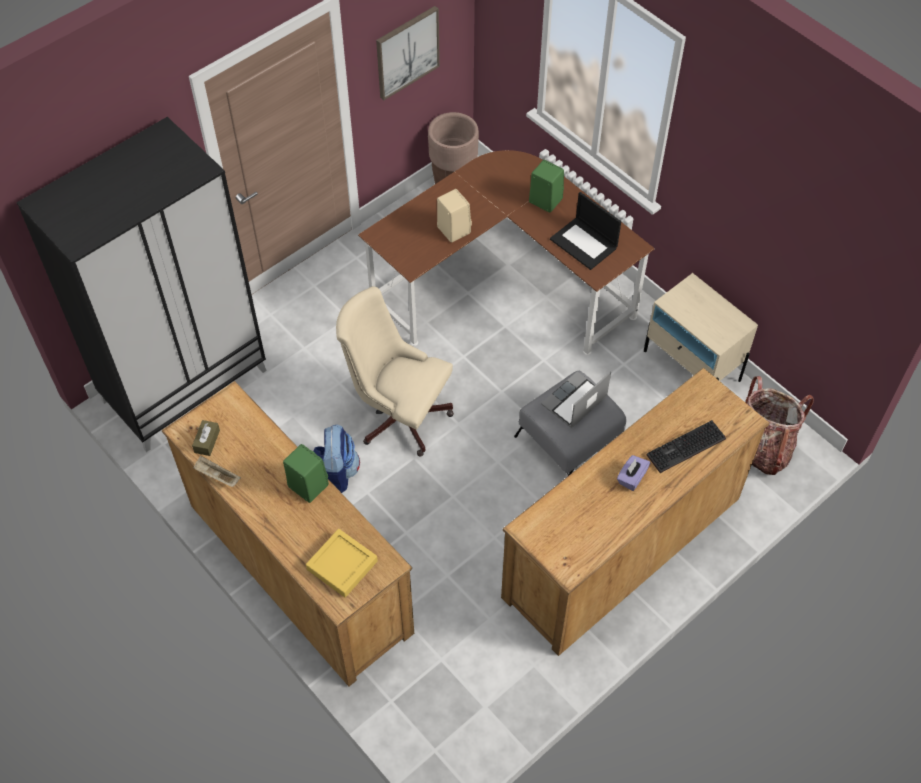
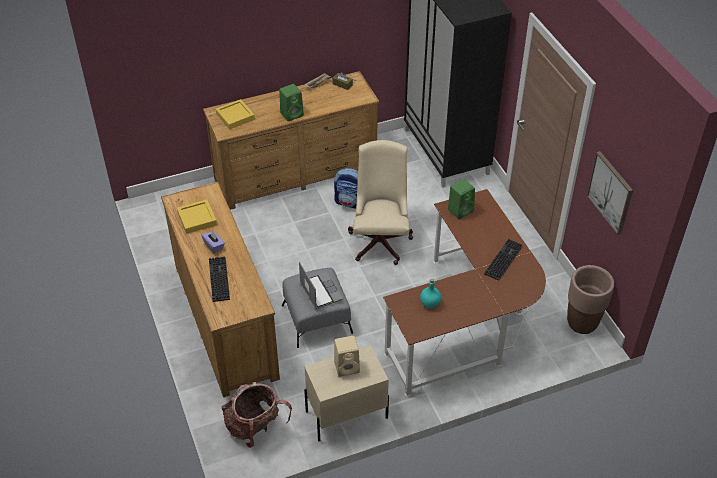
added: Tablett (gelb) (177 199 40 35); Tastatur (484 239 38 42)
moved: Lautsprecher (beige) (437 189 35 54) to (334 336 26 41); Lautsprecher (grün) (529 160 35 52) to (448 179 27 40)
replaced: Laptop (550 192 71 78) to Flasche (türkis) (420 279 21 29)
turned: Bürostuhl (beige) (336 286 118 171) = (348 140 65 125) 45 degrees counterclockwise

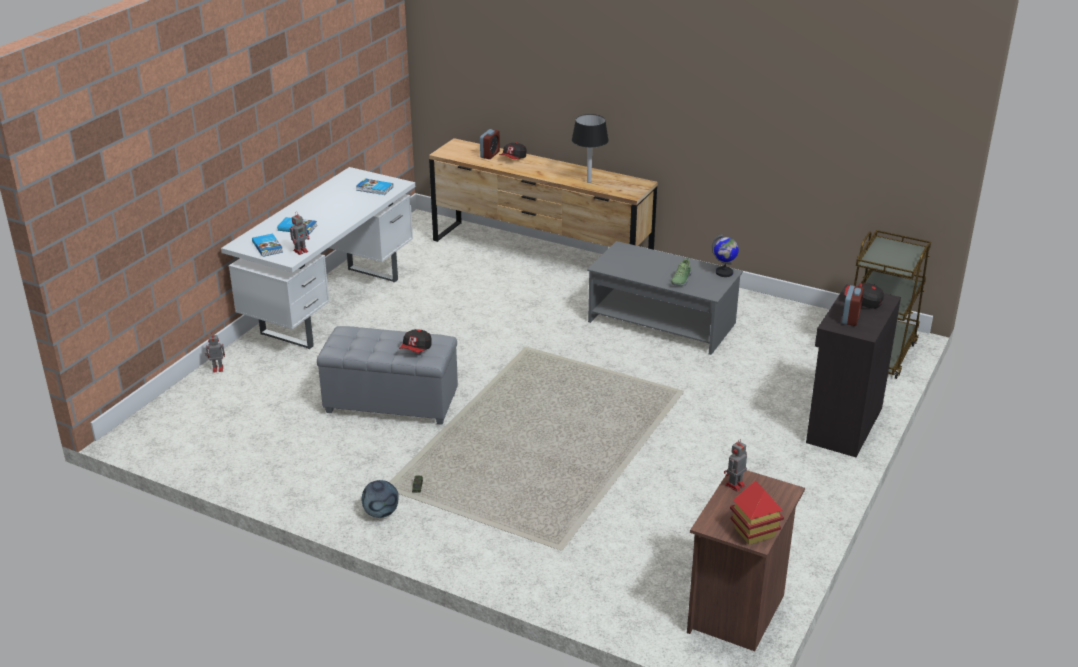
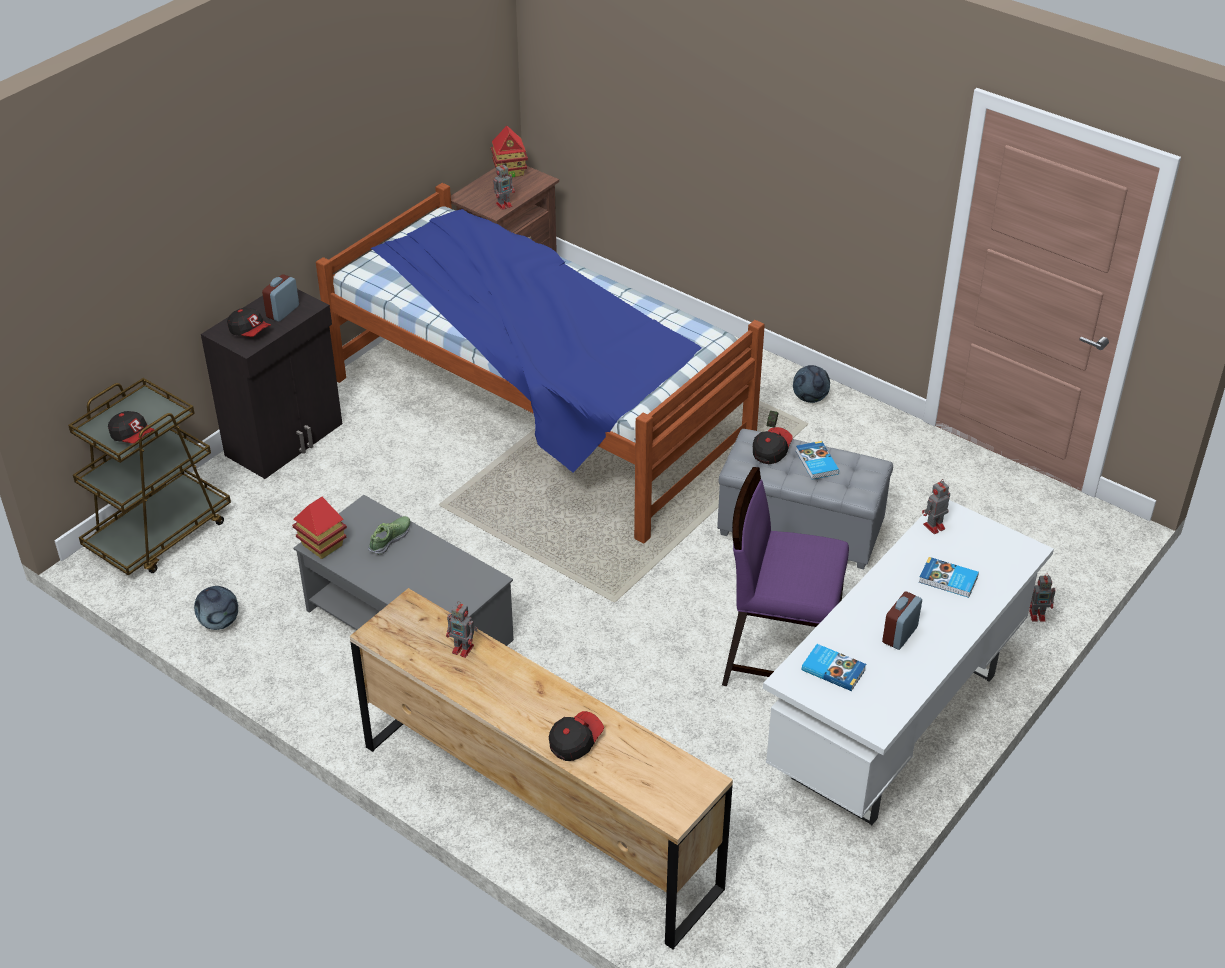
added: Kappe (108 411 47 32); Fußball (194 586 44 44); Bett (316 183 449 360); Stuhl (lila) (722 467 127 219)
moved: Buch (252 233 31 24) to (796 441 43 39); Wecker (480 129 20 30) to (882 591 40 59)
replaced: Tischlampe (schwarz) (572 114 37 69) to Spielzeugroboter (446 601 32 57); Globus (712 234 27 43) to Spielzeughaus (292 497 55 62)

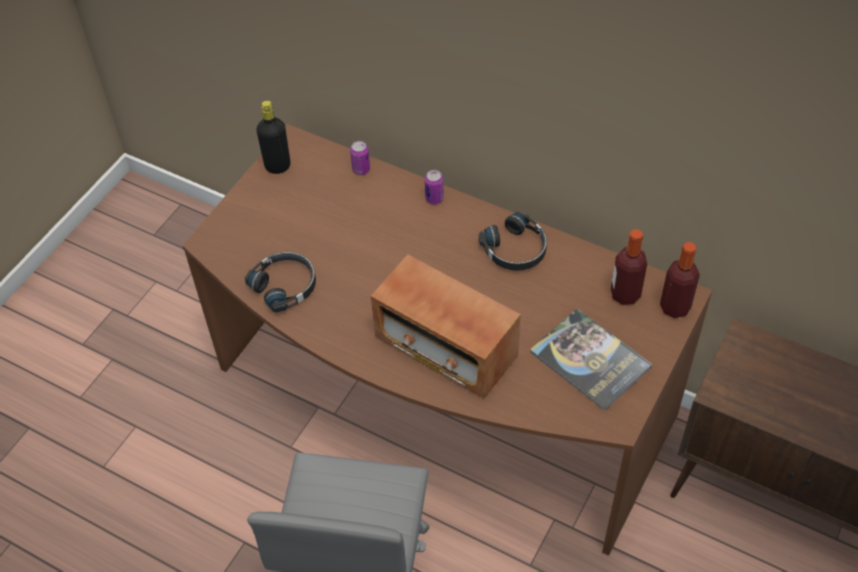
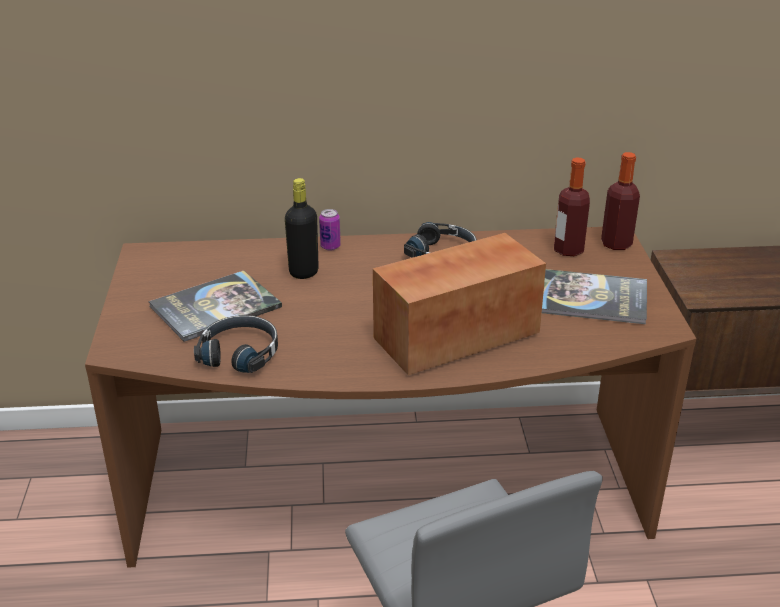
removed: Dose (350 141 20 34)
added: Buch (148 271 134 71)
moved: Flasche (schwarz) (256 101 35 73) to (285 178 34 101)
turned: Radio (371 254 150 145) = (373 233 173 142) 150 degrees clockwise

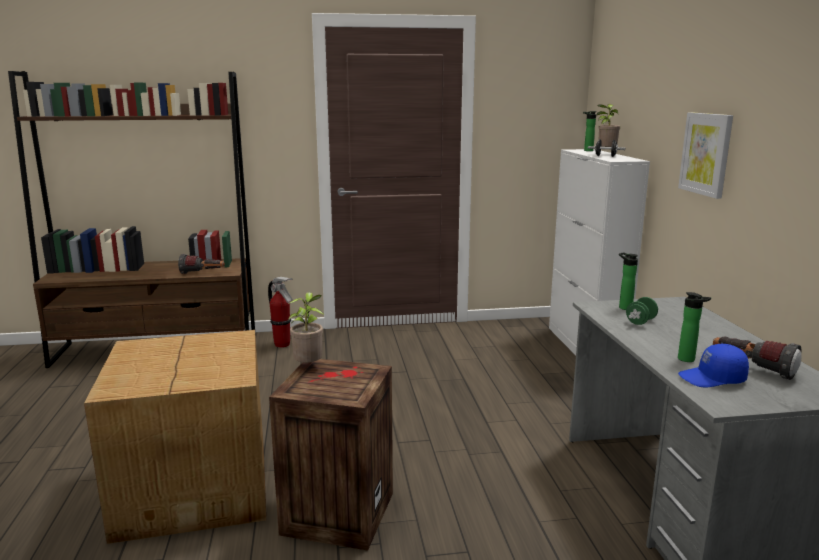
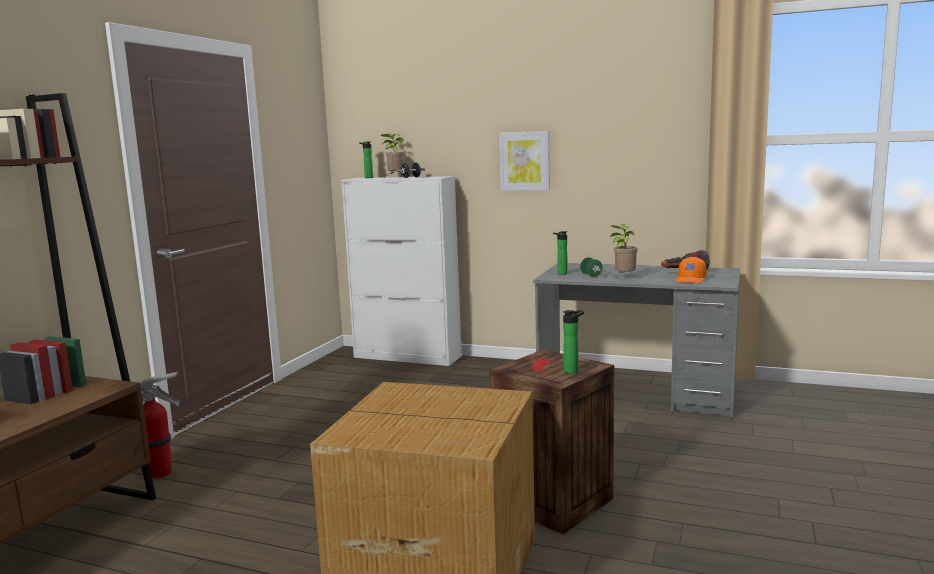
removed: Taschenlampe (178 254 47 20)
moved: Topfpflanze (288 292 35 71) to (611 224 27 53); Flasche (678 292 33 70) to (563 310 21 63)
recoloured: Kappe (blau) (678 344 71 43) to Kappe (orange) (676 257 31 26)

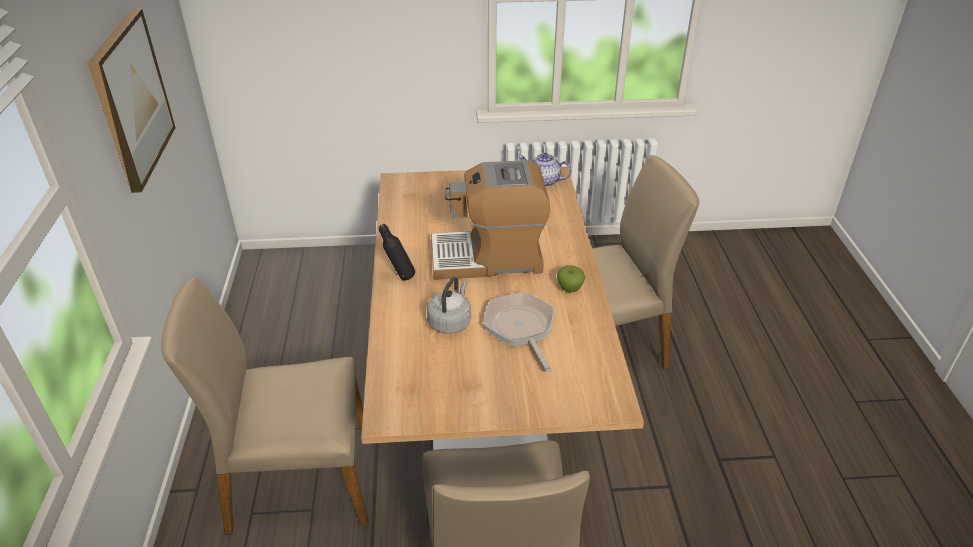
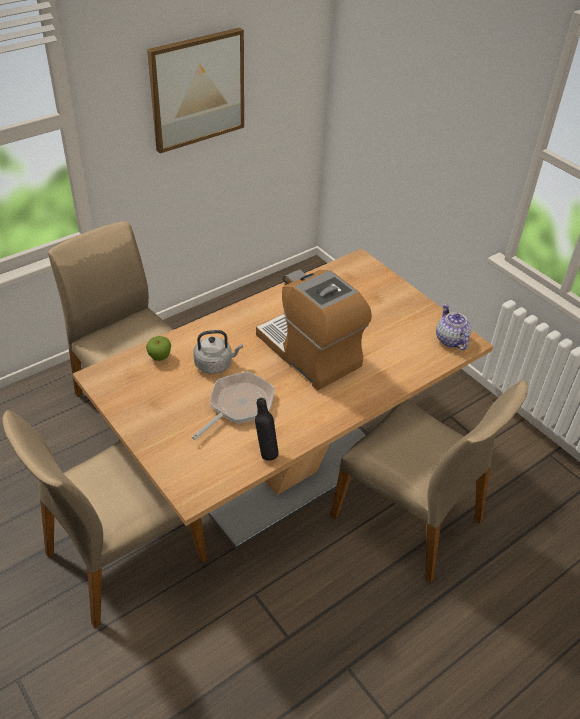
moved: Flasche (schwarz) (379 224 36 56) to (255 398 24 63); Apfel (557 265 28 27) to (146 336 25 25)

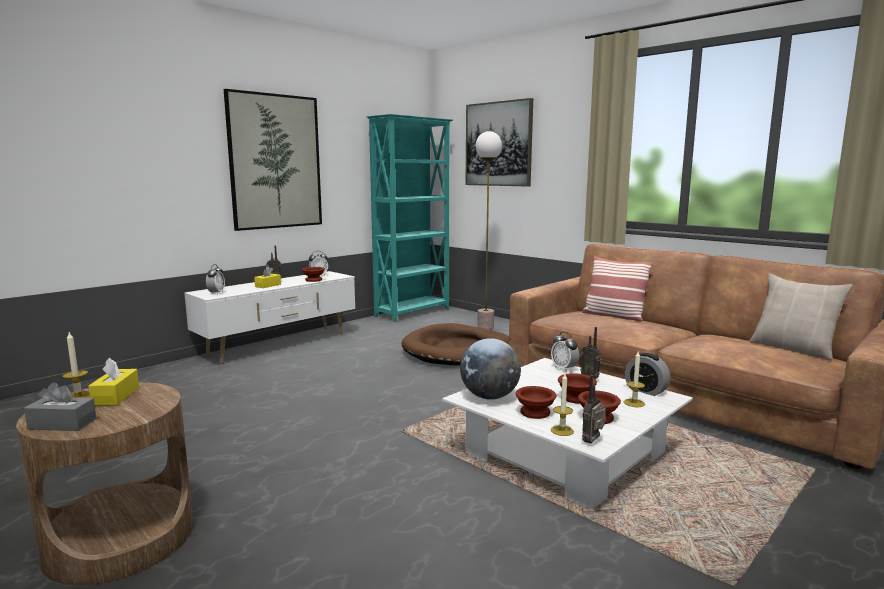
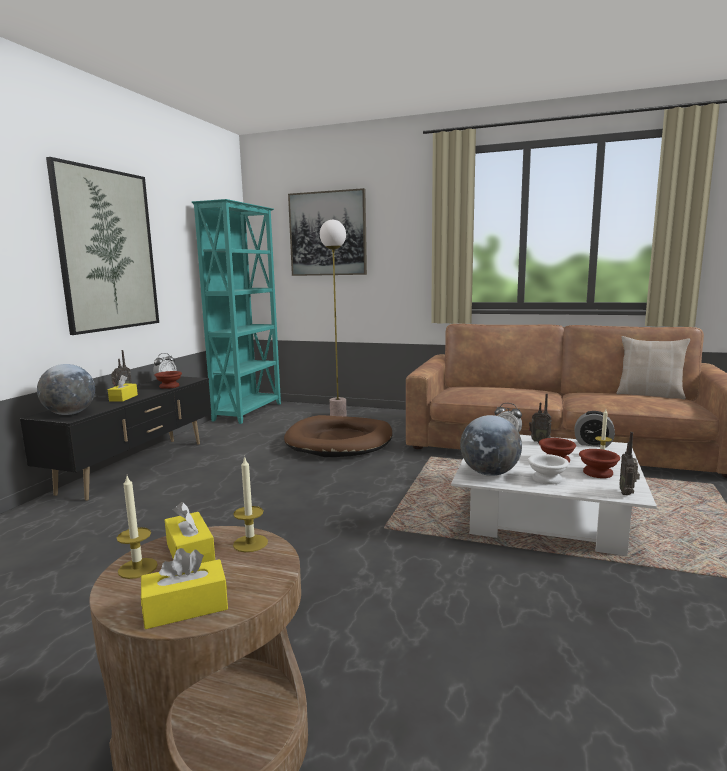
removed: Kissen (582 256 71 66)
moved: Kerze (551 374 23 62) to (233 456 35 96)
replaced: Wecker (206 264 19 30) to Globus (37 364 58 51)
recoloured: Taschentuchbox (grau) (24 382 73 49) to Taschentuchbox (gelb) (141 548 87 81); Fernsehschrank (weiß) (184 271 171 93) to Fernsehschrank (schwarz) (20 377 191 124); Schüssel (braun) (516 386 41 33) to Schüssel (weiß) (528 454 41 31)

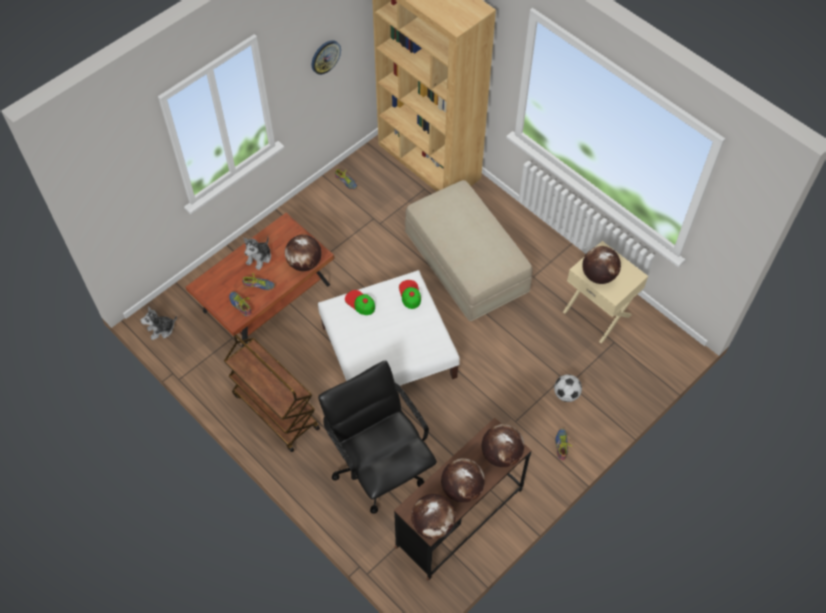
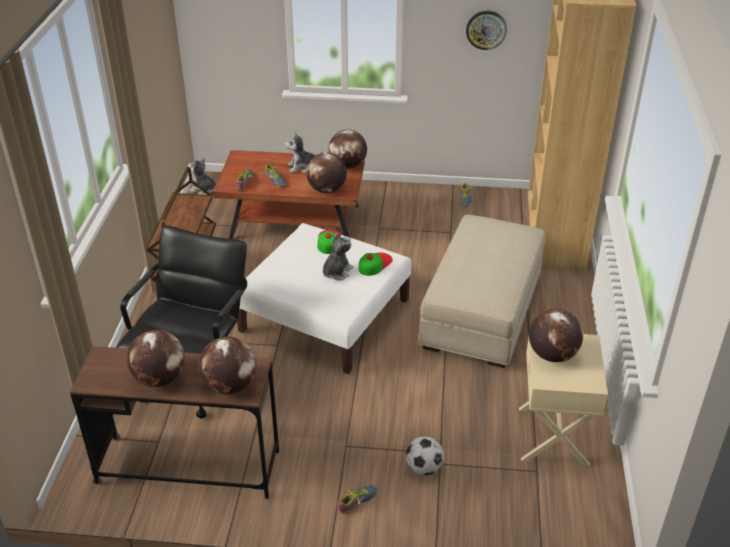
added: Plüschtier (322 233 31 48)
moved: Globus (411 494 45 45) to (328 129 39 40)

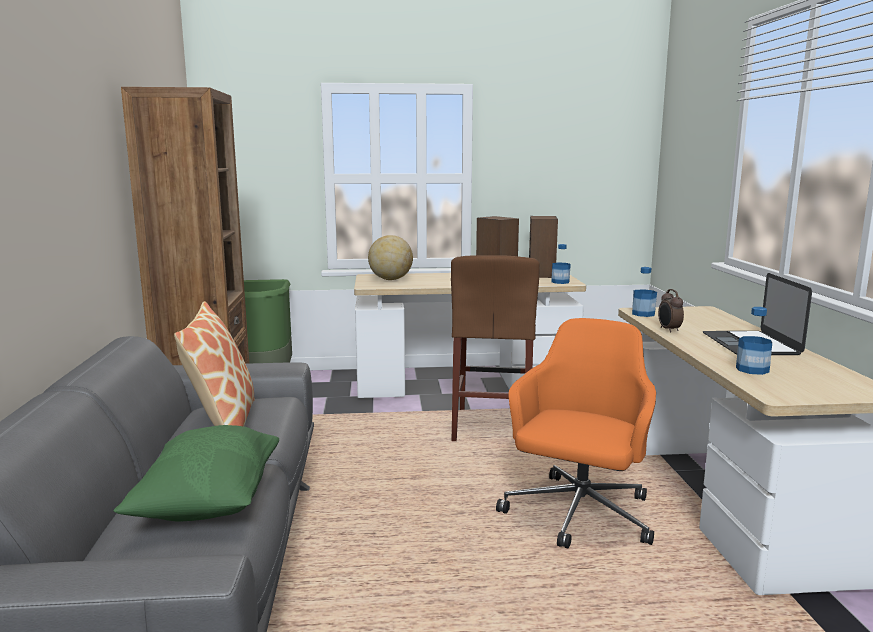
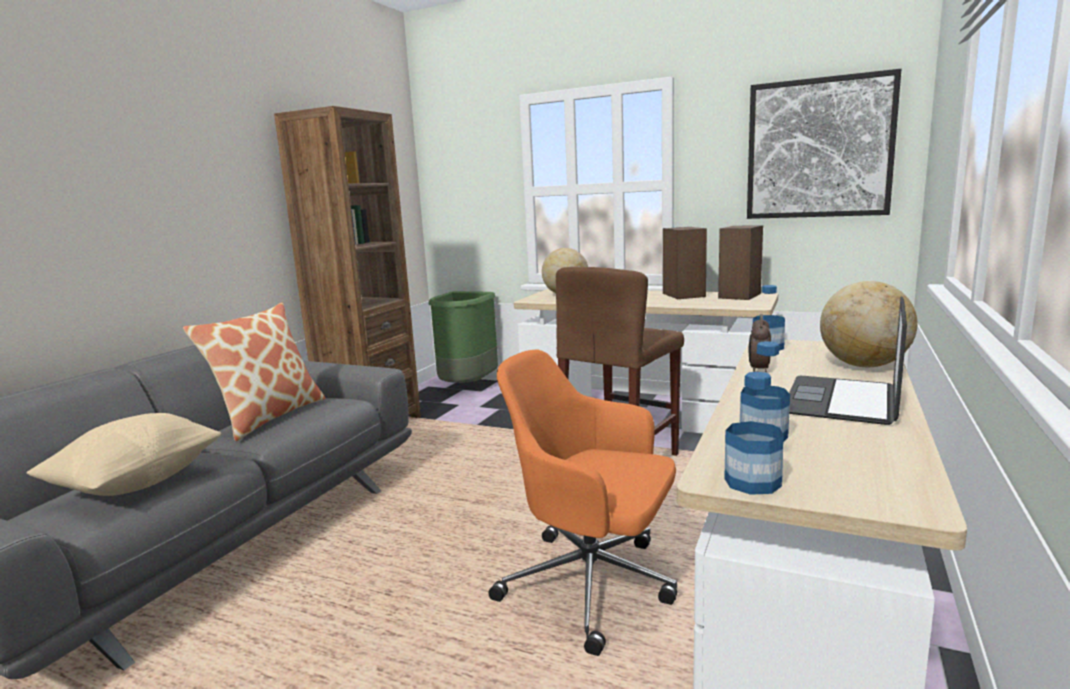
added: Bild (747 69 154 150); Globus (820 281 98 86)
moved: Flasche (551 244 20 40) to (724 372 60 123)
recoloured: Kissen (grün) (113 425 166 96) to Kissen (beige) (27 413 194 83)
turned: Bürostuhl (orange) (496 318 160 230) = (488 349 189 307) 120 degrees counterclockwise

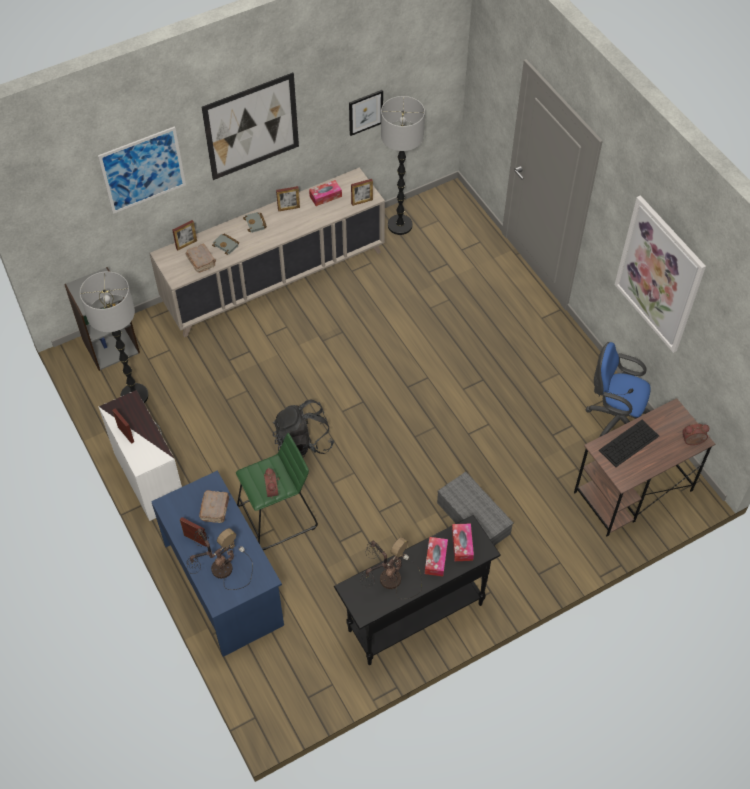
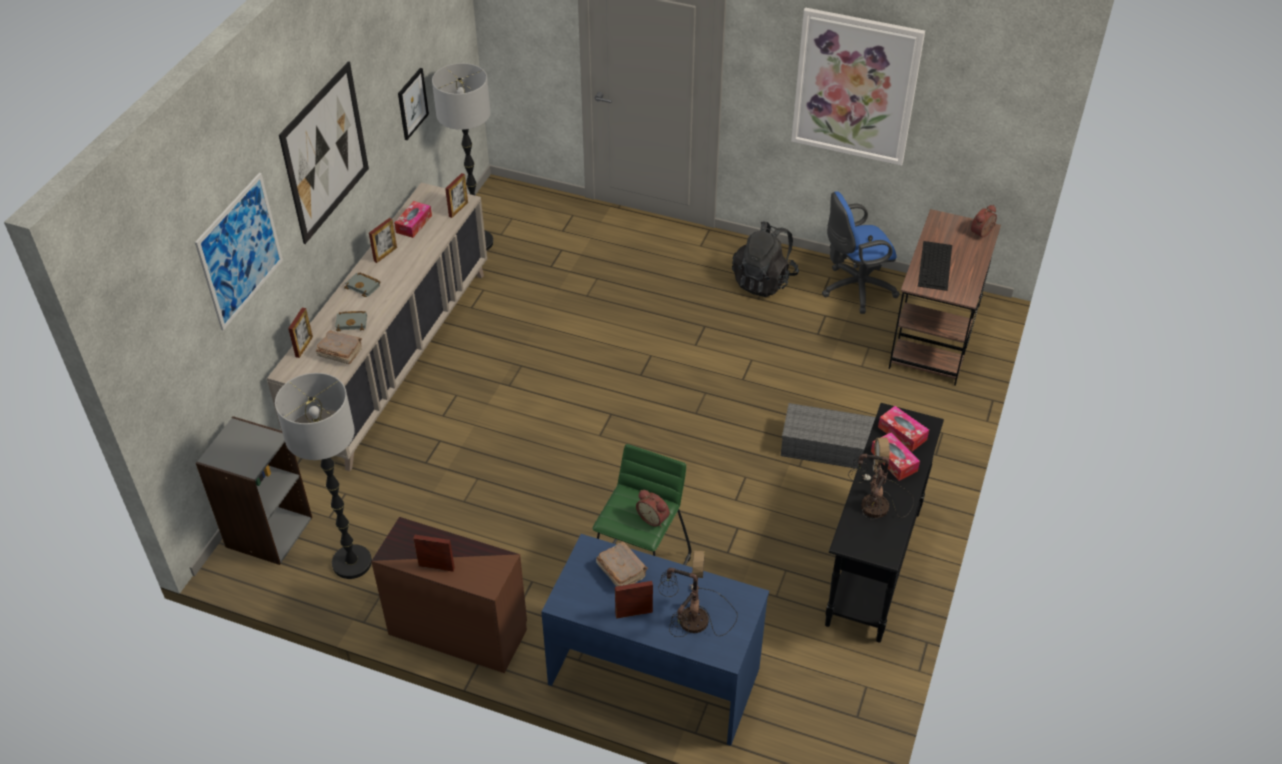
moved: Rucksack (schwarz) (273 400 61 57) to (732 221 67 76)
recoloured: Kommode (weiß) (99 390 83 131) to Kommode (braun) (371 517 156 156)

